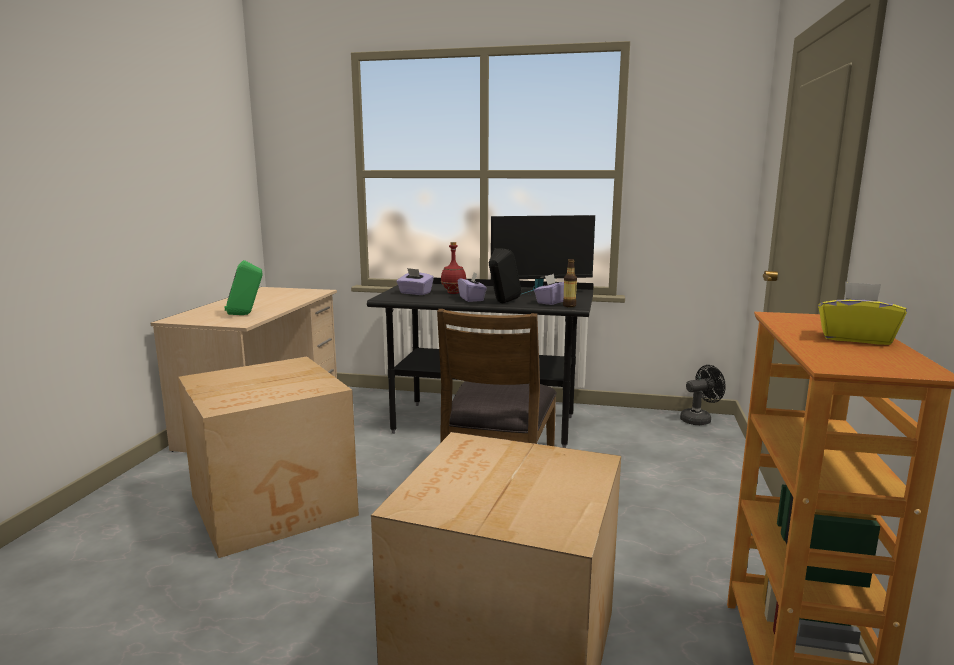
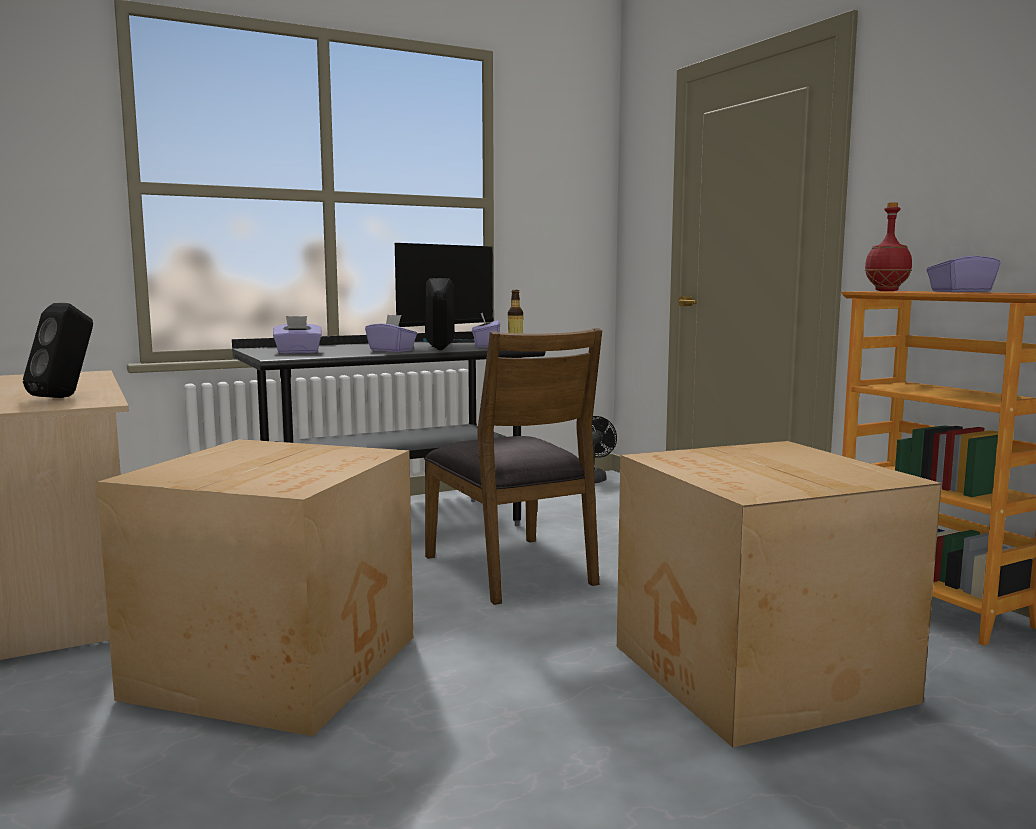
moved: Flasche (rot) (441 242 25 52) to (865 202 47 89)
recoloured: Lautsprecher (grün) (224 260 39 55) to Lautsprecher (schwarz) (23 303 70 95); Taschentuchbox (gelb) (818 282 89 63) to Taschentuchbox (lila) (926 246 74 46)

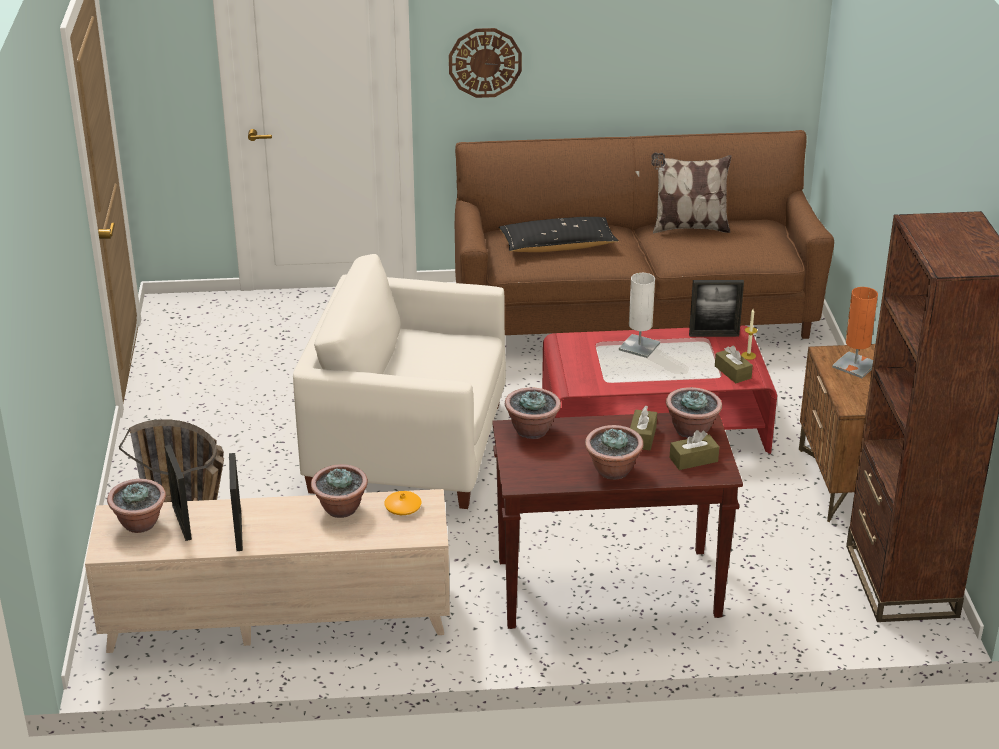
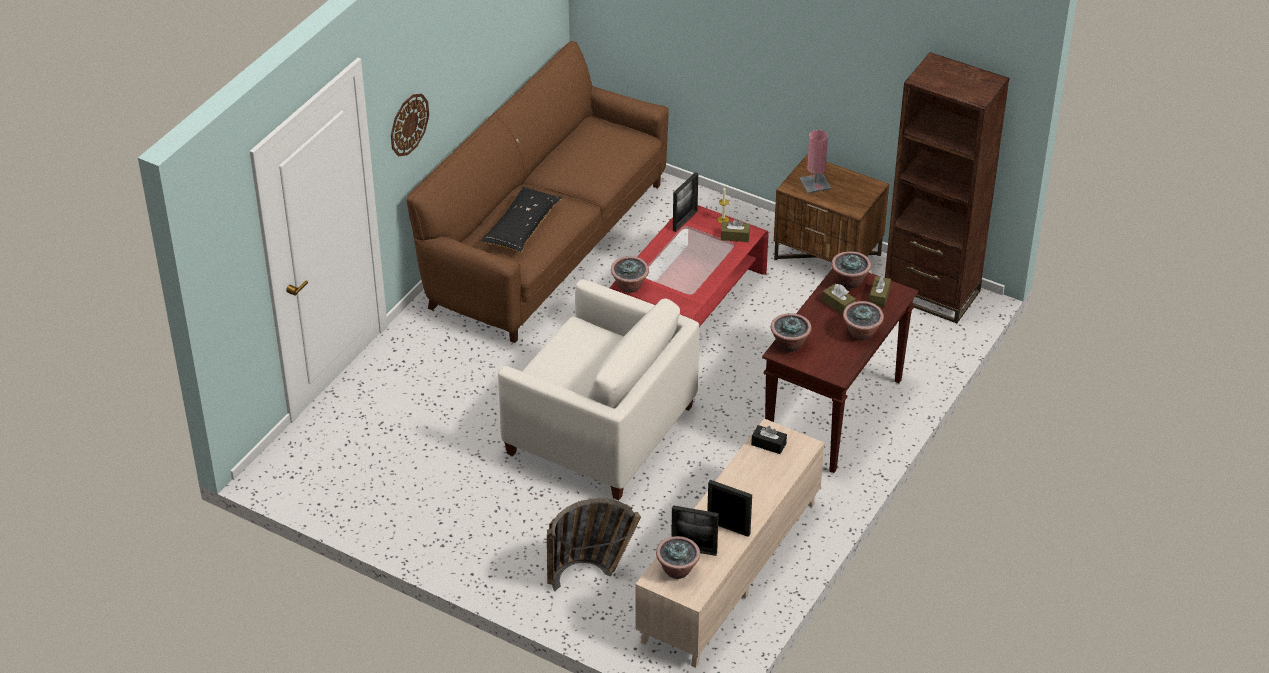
removed: Tischlampe (weiß) (619 273 41 85); Kissen (651 153 80 80)
moved: Topfpflanze (311 464 57 54) to (611 256 38 37)
replaced: Vase (orange) (384 491 37 24) to Taschentuchbox (schwarz) (751 425 36 29)
recoloured: Tischlampe (orange) (832 287 46 91) to Tischlampe (rosa) (800 130 31 64)
turned: Sessel (weiß) (293 254 213 255) = (498 279 201 221) 105 degrees counterclockwise

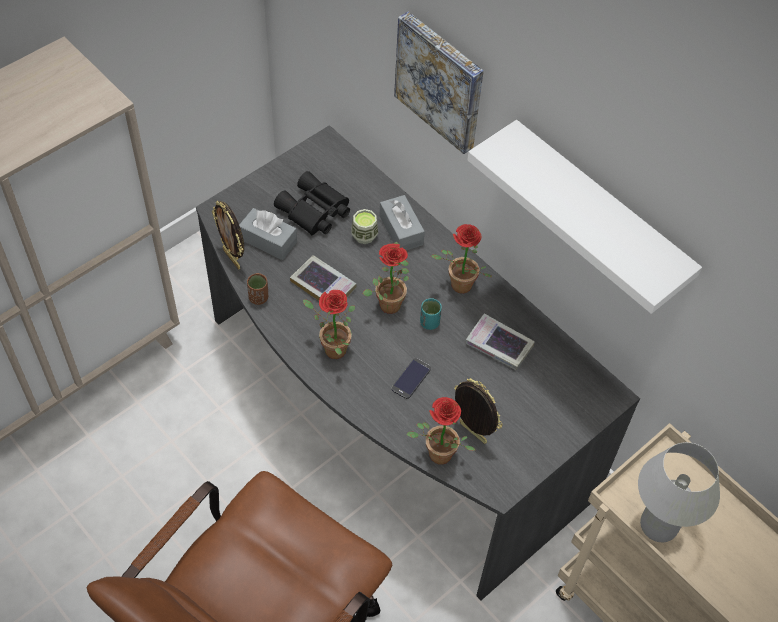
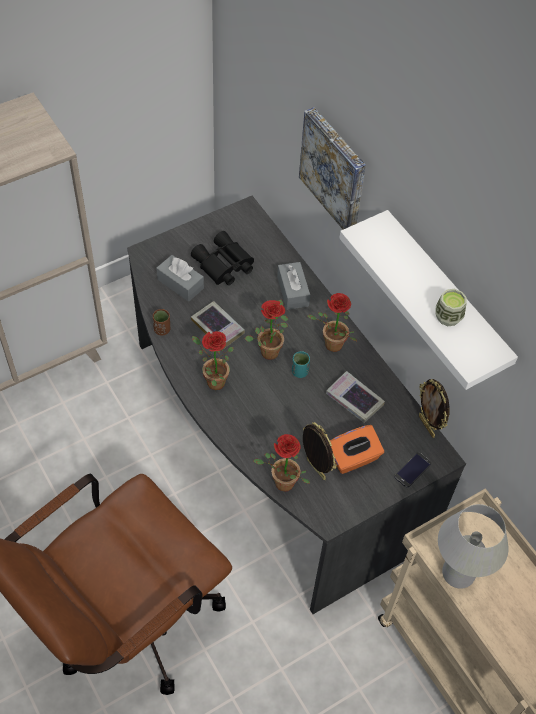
added: Taschentuchbox (orange) (330 425 54 49)
moved: Bilderrahmen (212 201 32 68) to (419 379 31 59); Tasse (351 209 27 35) to (435 289 32 37); Handy (392 358 39 41) to (395 453 36 34)

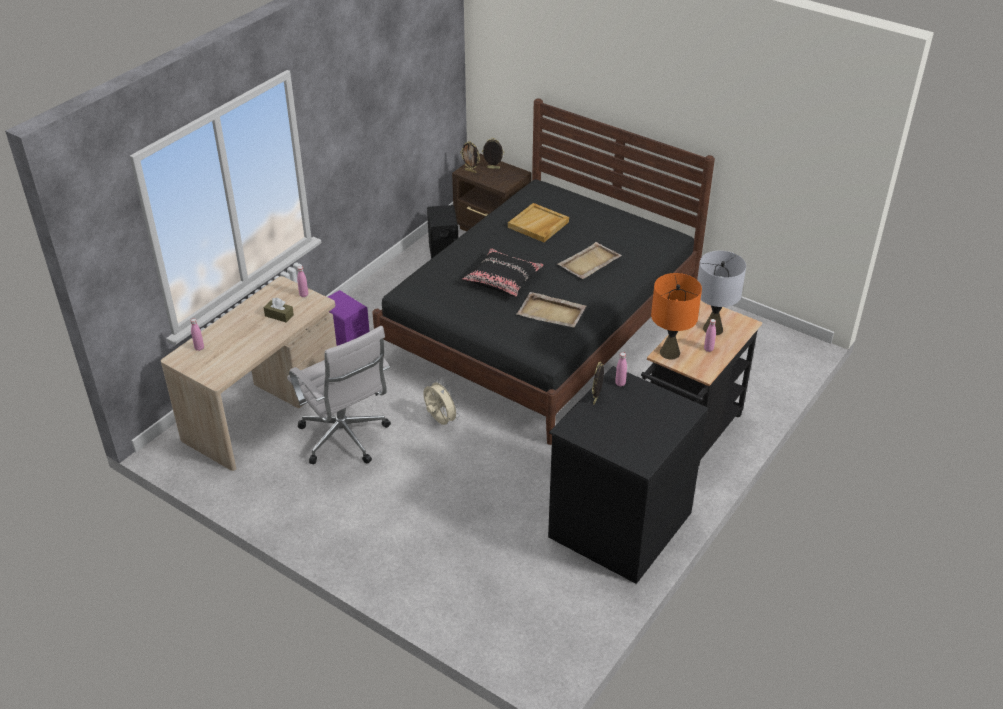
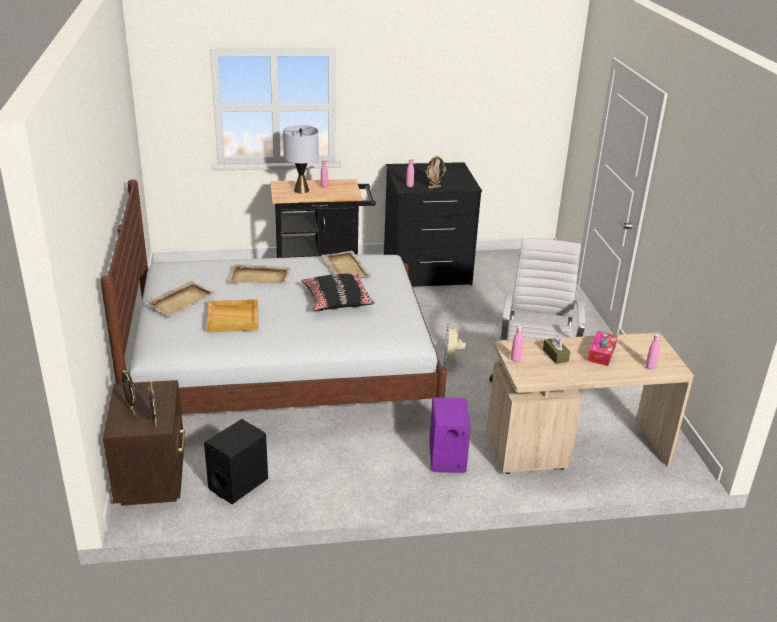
removed: Tischlampe (orange) (651 273 51 86)
added: Tablett (beige) (146 281 70 36); Taschentuchbox (588 331 30 35)
recoloured: Bett (schwarz) (372 98 343 347) to Bett (weiß) (101 179 346 235)

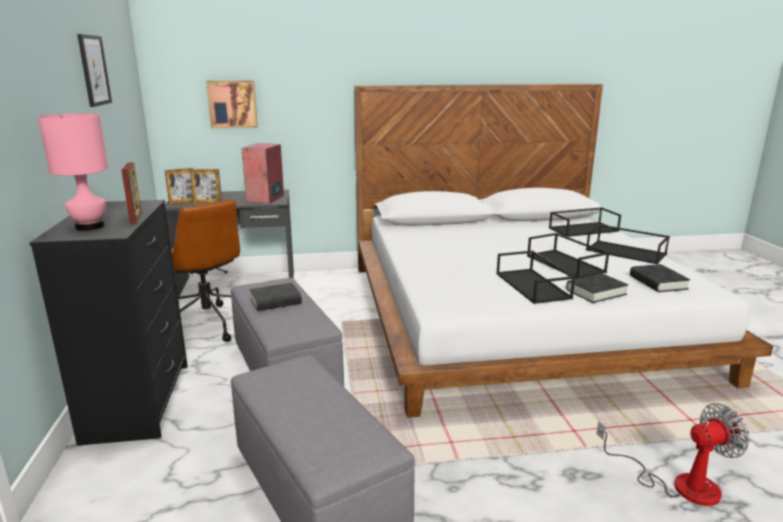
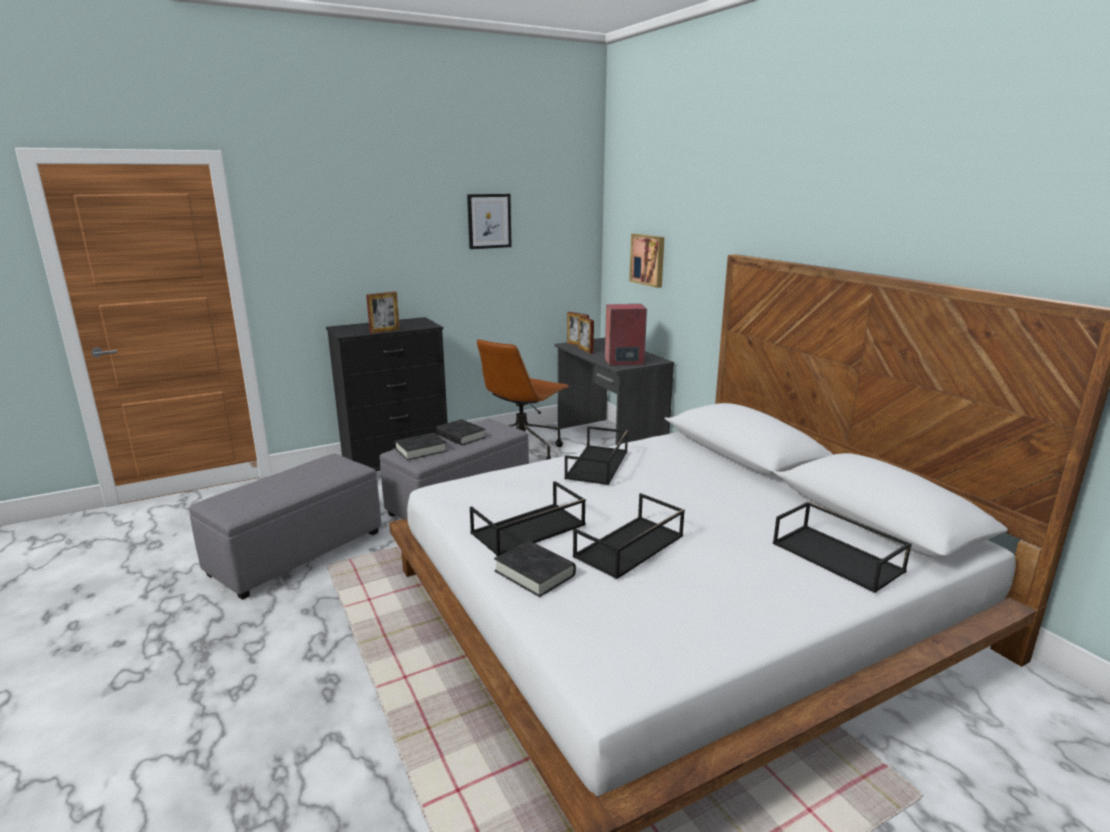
removed: Tischlampe (rosa) (38 113 70 118); Ventilator (597 403 153 103)
moved: Tablett (schwarz) (586 224 84 40) to (565 426 63 59); Buch (schwarz) (630 264 60 28) to (395 433 52 27)

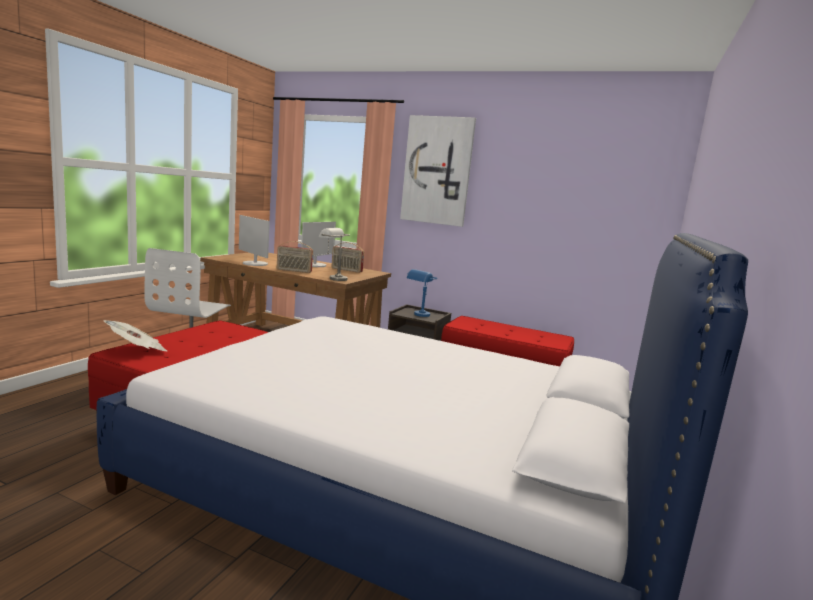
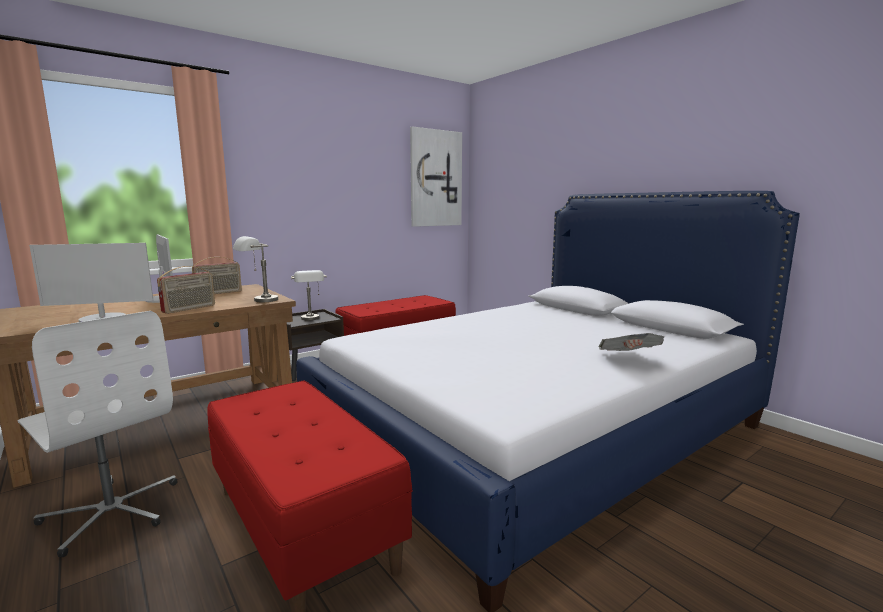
moved: Zeitung (103 320 64 31) to (599 333 65 18); Bild (400 115 76 112) to (410 126 52 101)
recoloured: Tischlampe (blau) (407 269 31 48) to Tischlampe (grau) (291 270 36 50)

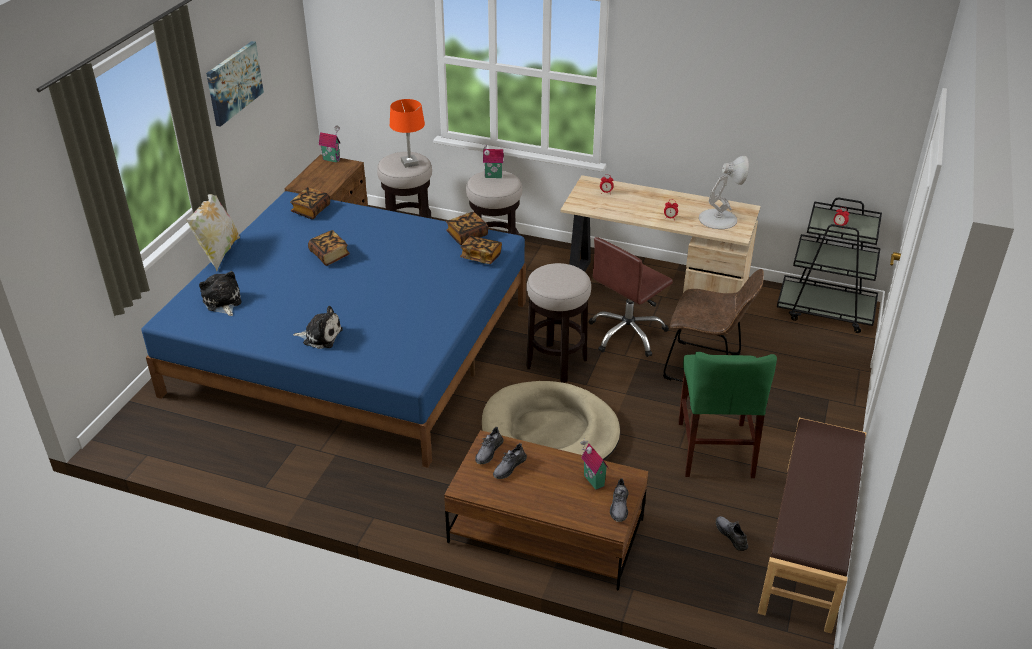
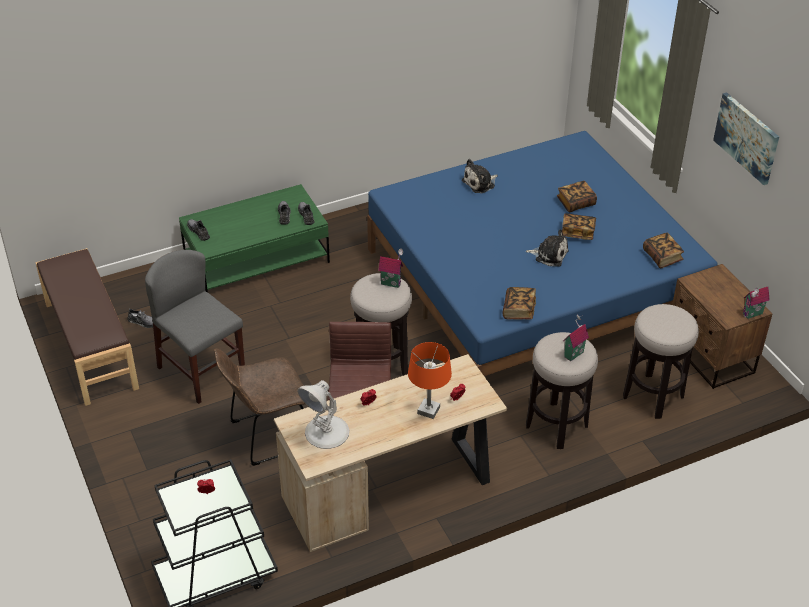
removed: Kissen (186 194 54 77); Hundebett (beige) (482 381 138 79)
moved: Plüschtier (199 271 42 45) to (526 230 42 37); Tischlampe (orange) (390 99 35 69) to (408 342 44 77); Buch (460 236 42 28) to (557 181 40 31); Spielzeughaus (580 438 29 52) to (378 248 25 40)
recoloured: Couchtisch (braun) (444 430 204 160) to Couchtisch (grün) (179 184 151 108); Stuhl (grün) (678 352 99 126) to Stuhl (grau) (145 250 100 154)

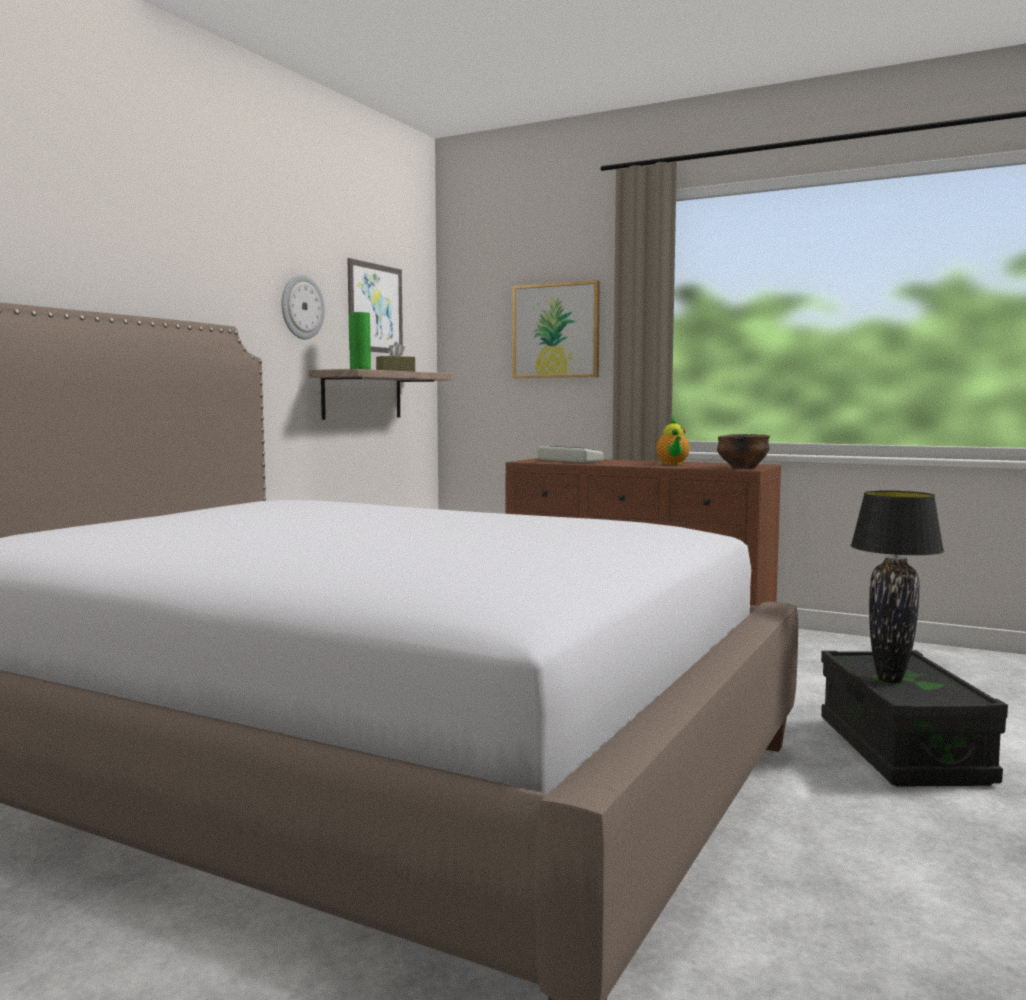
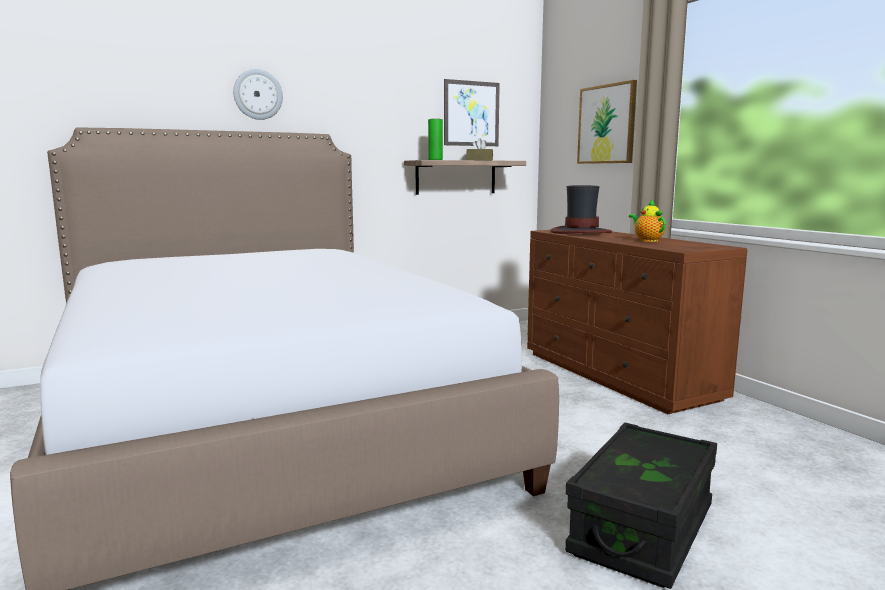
removed: Schüssel (717 434 53 35); Tischlampe (schwarz) (851 491 93 192)
moved: Wanduhr (281 274 44 65) to (233 69 50 51)
replaced: Tastatur (538 446 65 17) to Hut (551 185 61 49)
turned: Teekanne (656 416 34 49) = (629 199 37 43) 120 degrees clockwise

